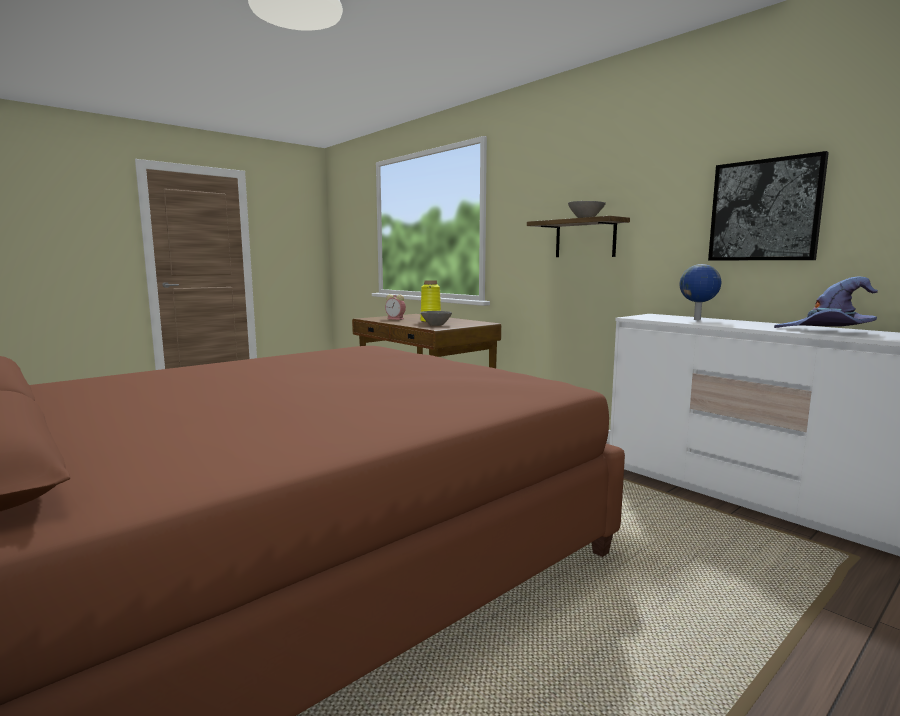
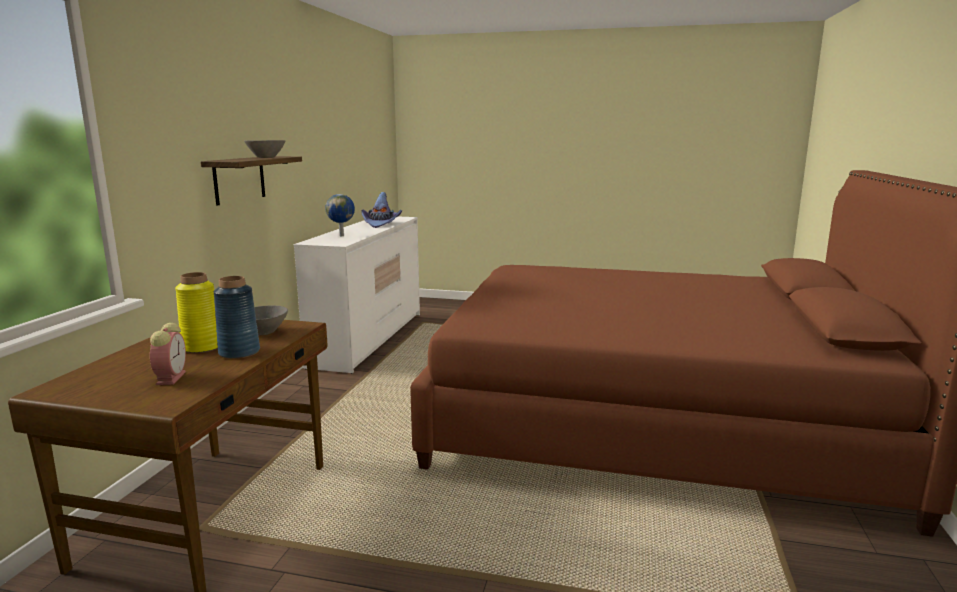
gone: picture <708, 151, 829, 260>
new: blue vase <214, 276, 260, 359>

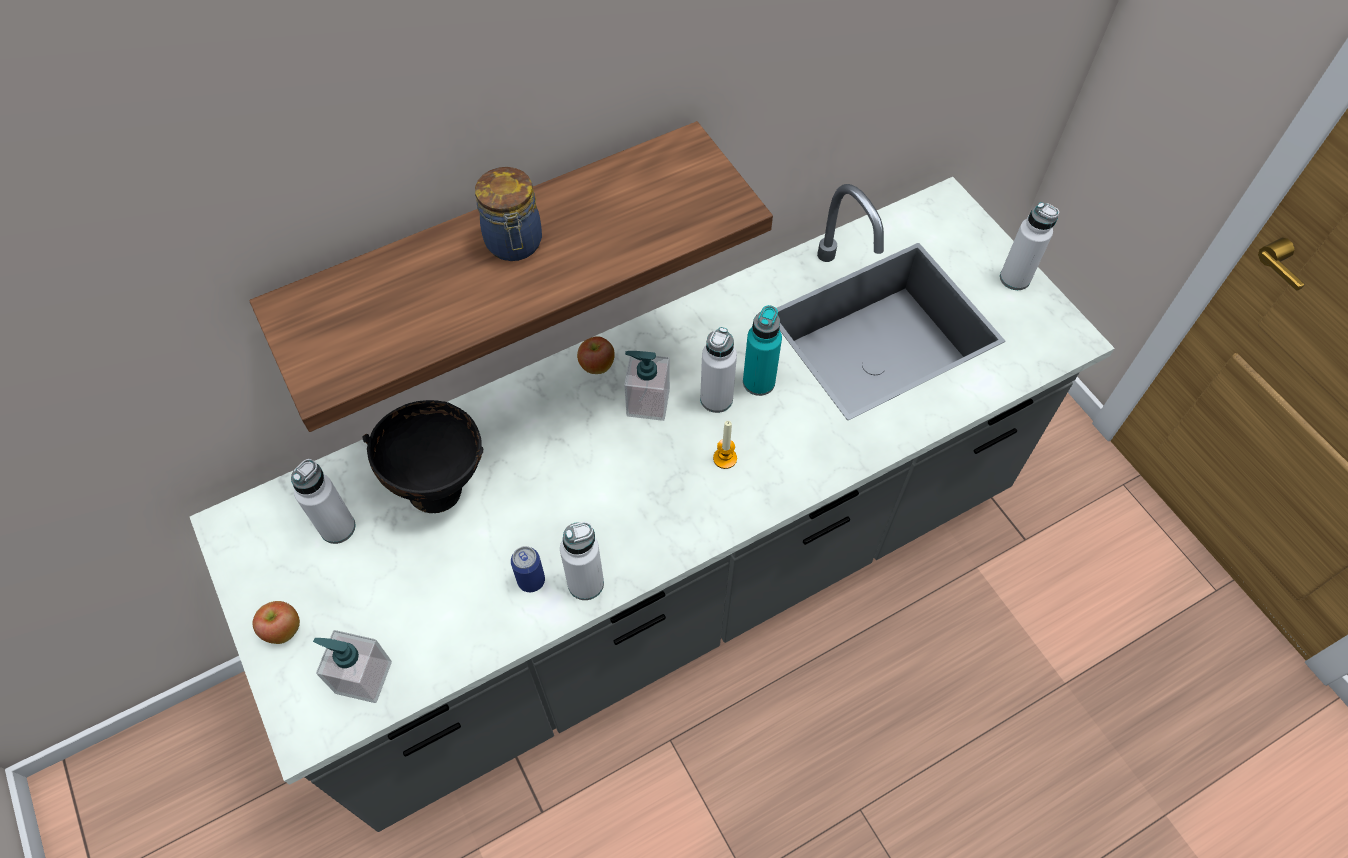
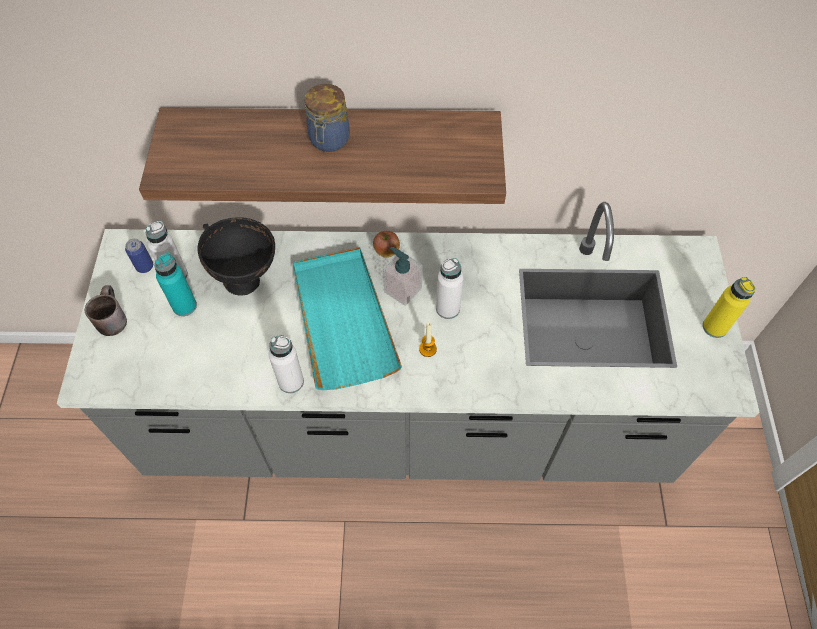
gone: soap dispenser <313, 630, 392, 703>
new: turquoise tray <293, 247, 402, 390>
shifted: can <511, 546, 545, 592> to <125, 239, 153, 273>; turquoise bottle <743, 305, 782, 396> to <154, 253, 197, 316>
swapped: apple <253, 601, 300, 644> to brown mug <85, 285, 127, 336>
repainted: white bottle <1000, 202, 1059, 290> to yellow bottle <703, 277, 756, 338>

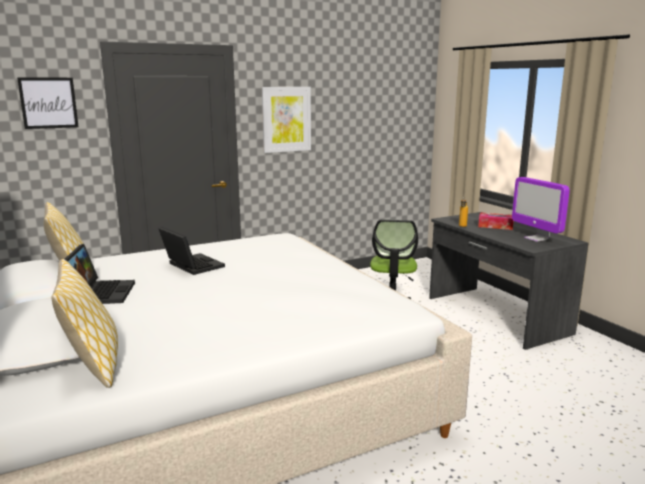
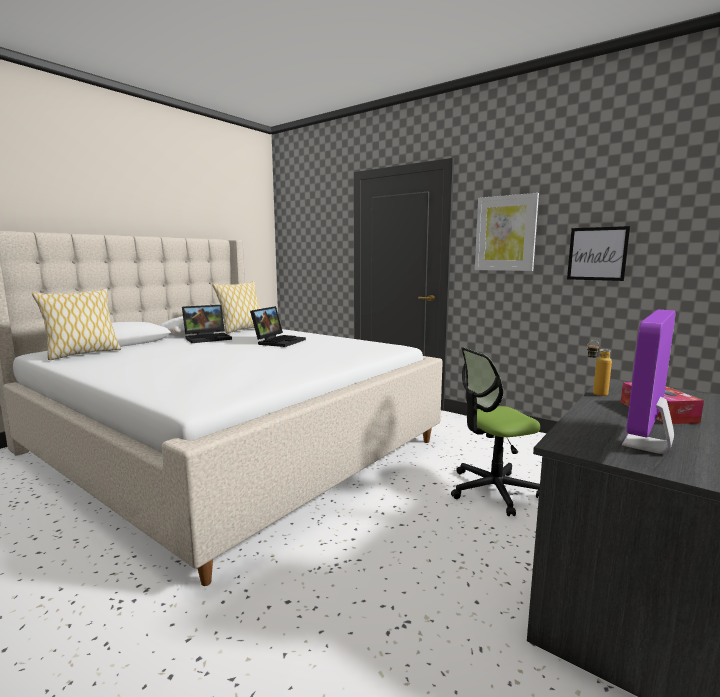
shifted: picture <17, 77, 79, 129> to <567, 226, 630, 281>

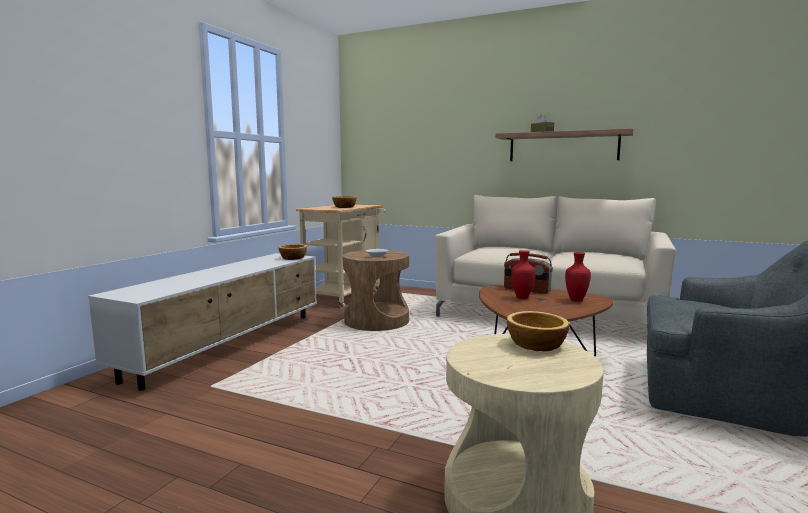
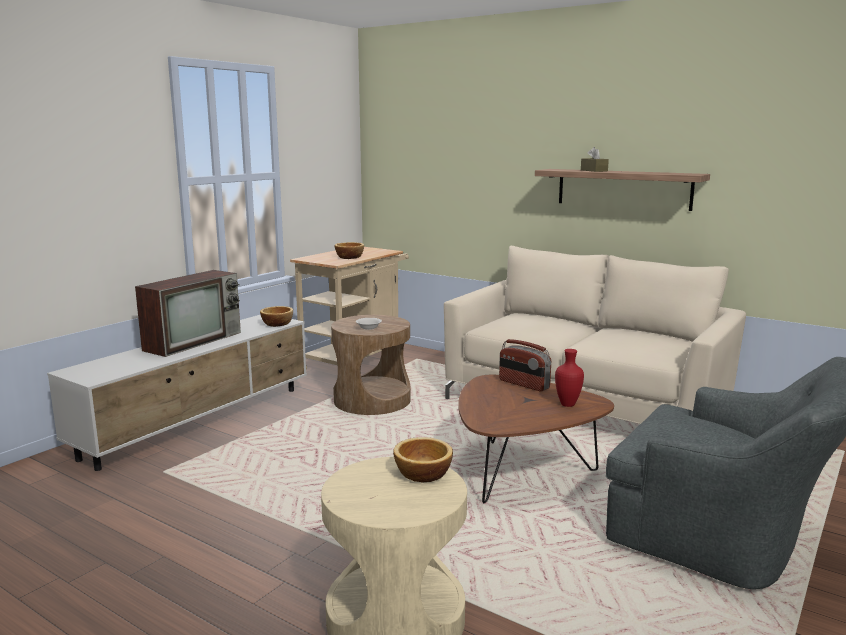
gone: red vase <511, 250, 536, 299>
new: television <135, 270, 241, 357>

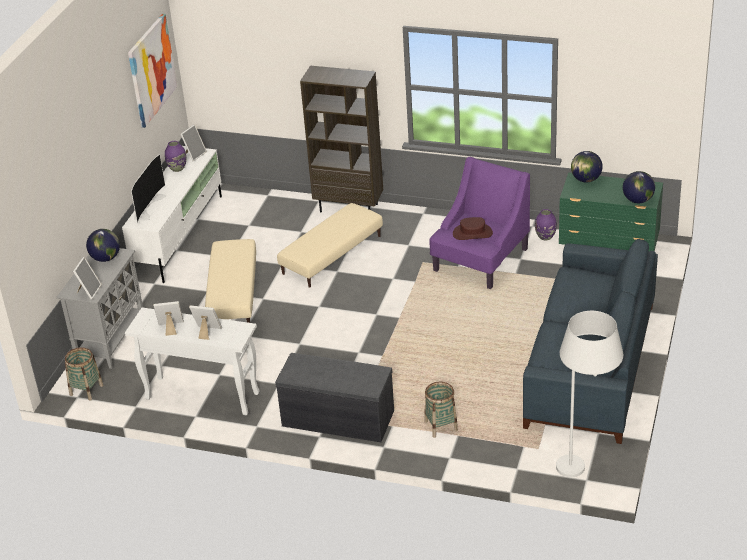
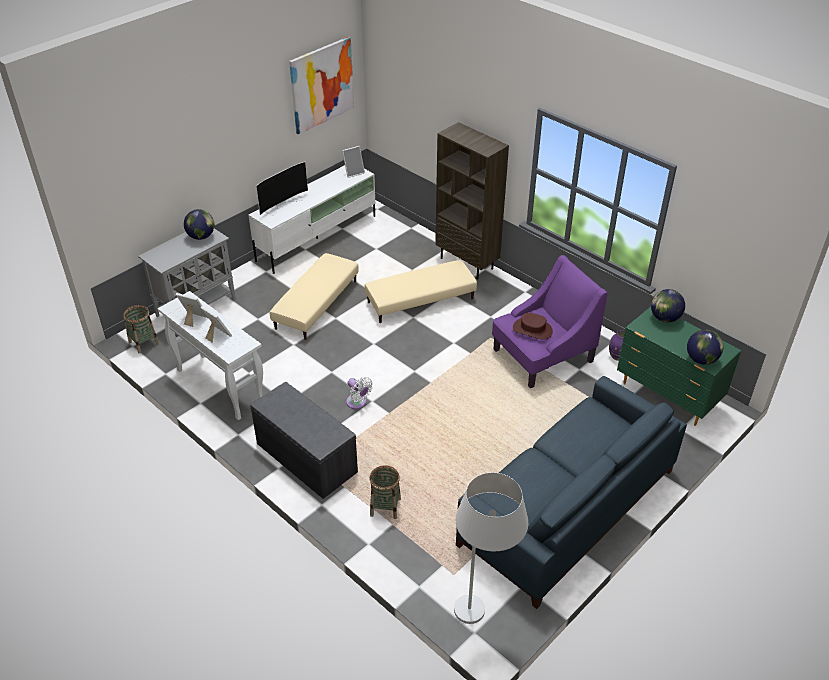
gone: picture frame <73, 257, 102, 299>; purple vase <165, 141, 186, 172>
new: white fan <346, 377, 373, 409>

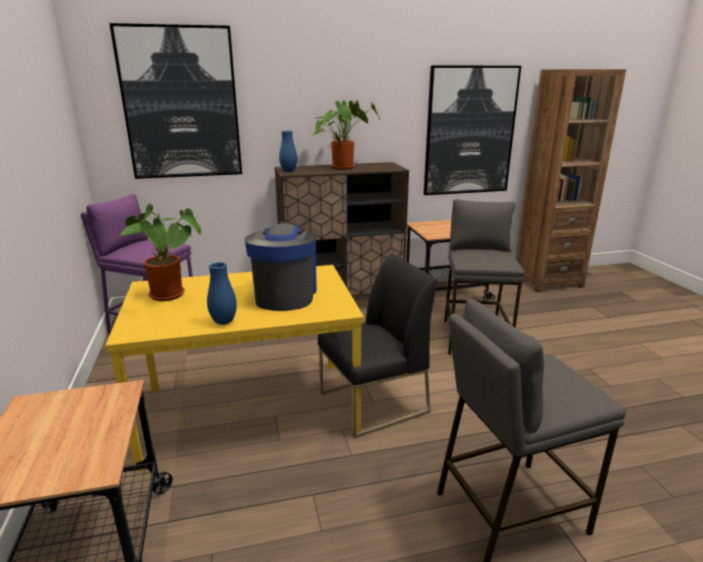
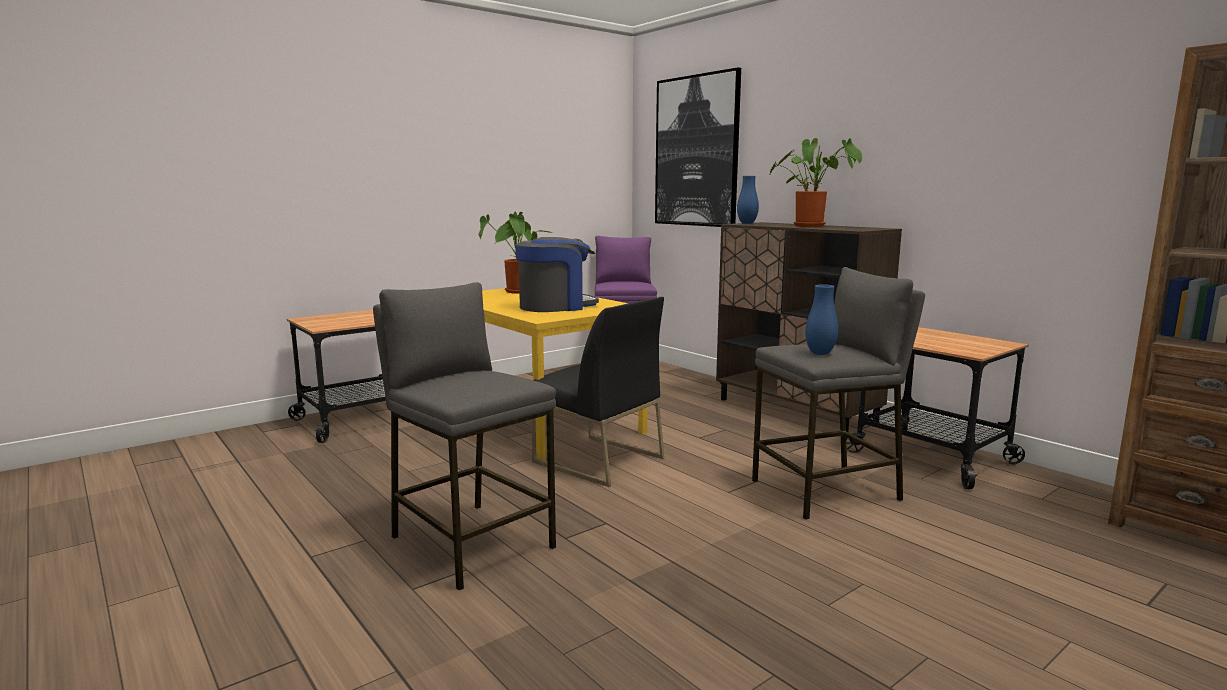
gone: picture <424, 65, 521, 195>
shifted: blue vase <207, 262, 237, 325> to <805, 284, 838, 355>

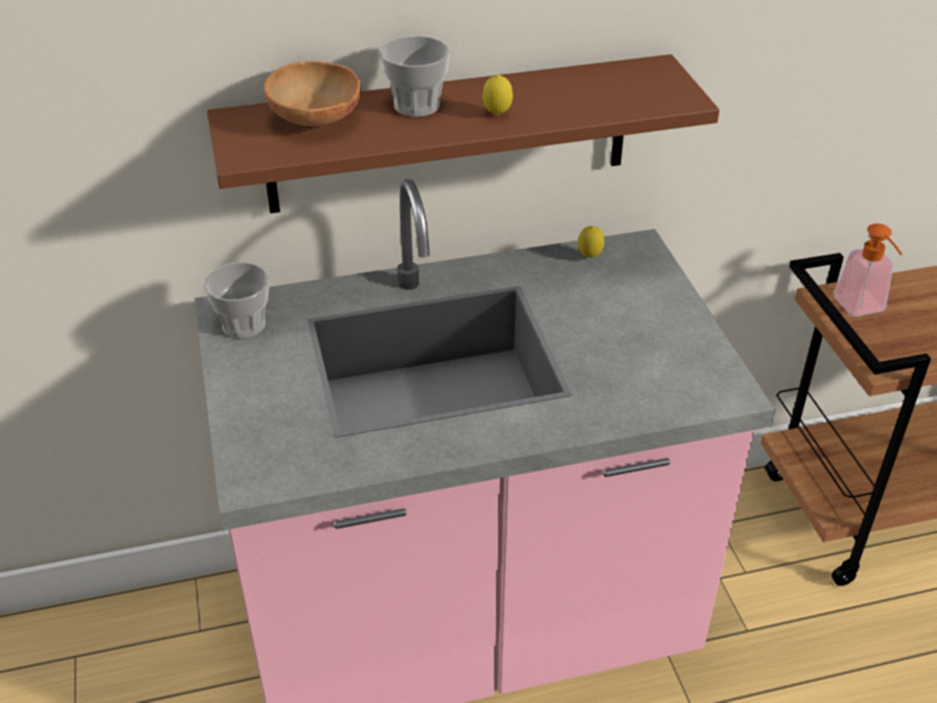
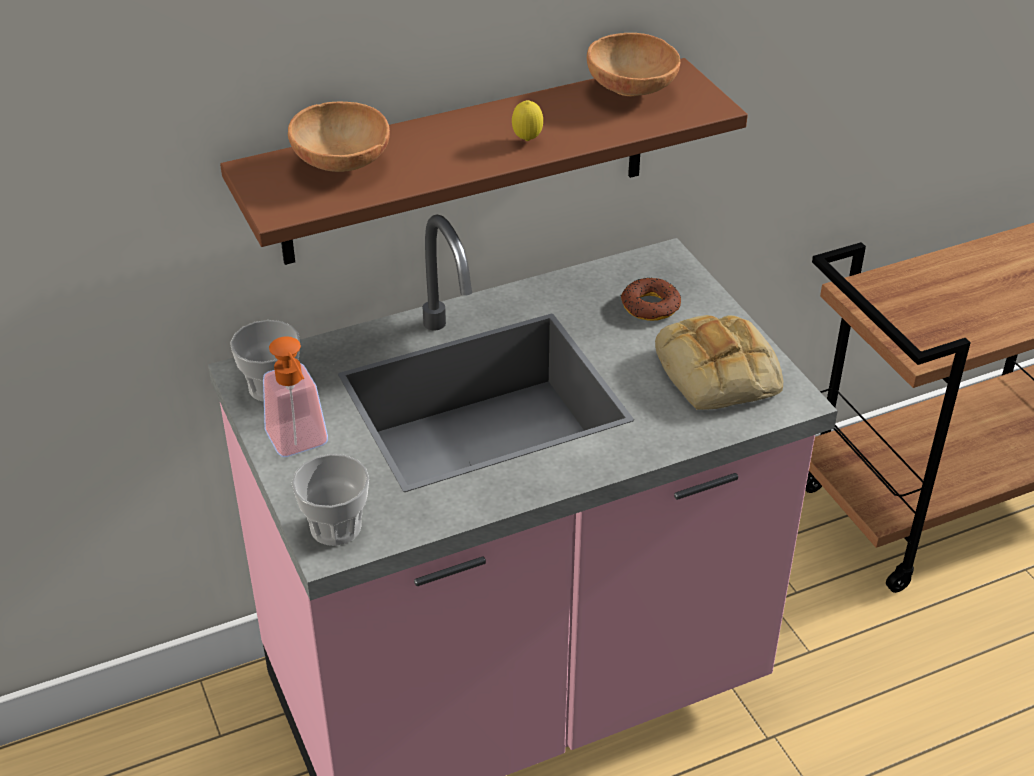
gone: lemon <578, 226, 604, 258>
new: brown bowl <587, 33, 680, 96>; donut <621, 278, 681, 321>; bread <655, 315, 783, 410>
shifted: cup <381, 36, 450, 117> to <292, 454, 369, 546>; soap dispenser <834, 223, 902, 317> to <263, 336, 328, 457>

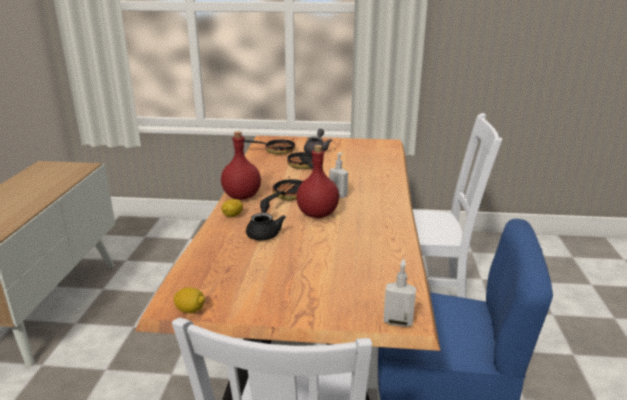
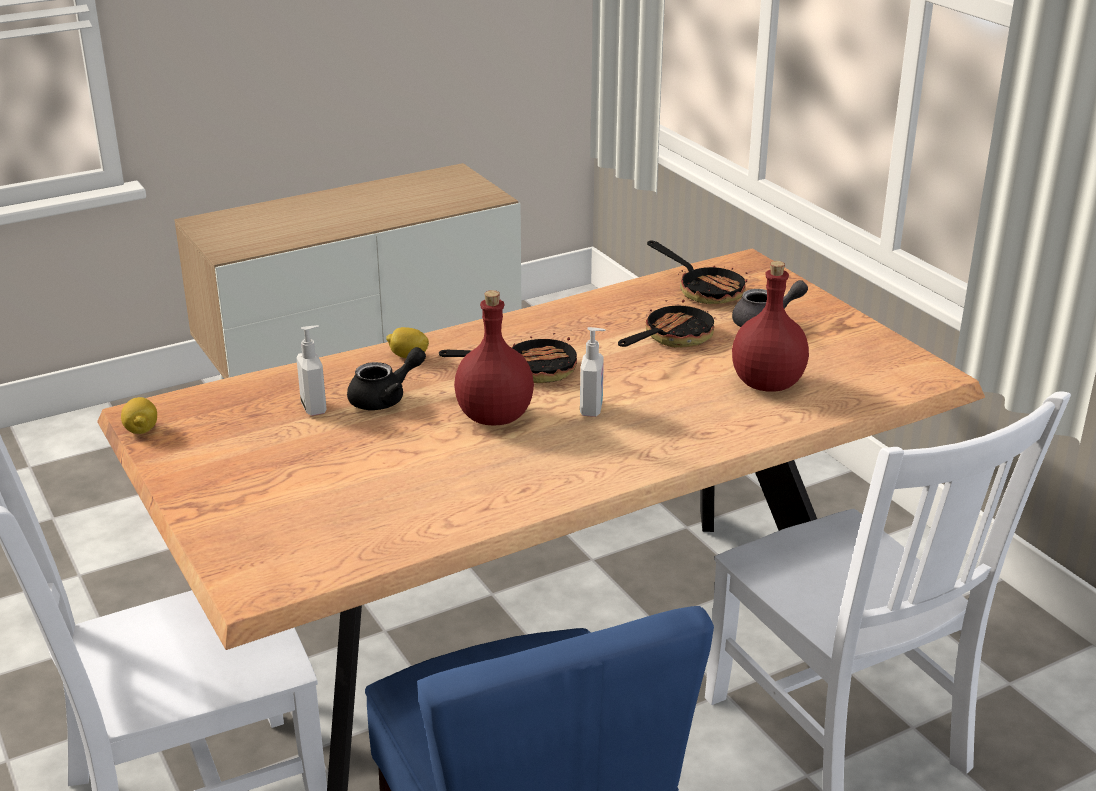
shifted: red bottle <221, 131, 261, 200> to <732, 261, 809, 392>; soap dispenser <383, 259, 416, 327> to <296, 325, 326, 416>

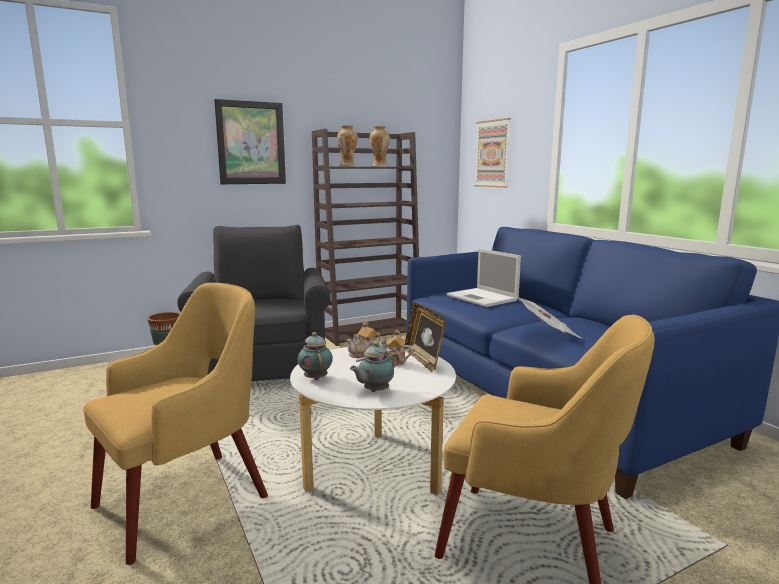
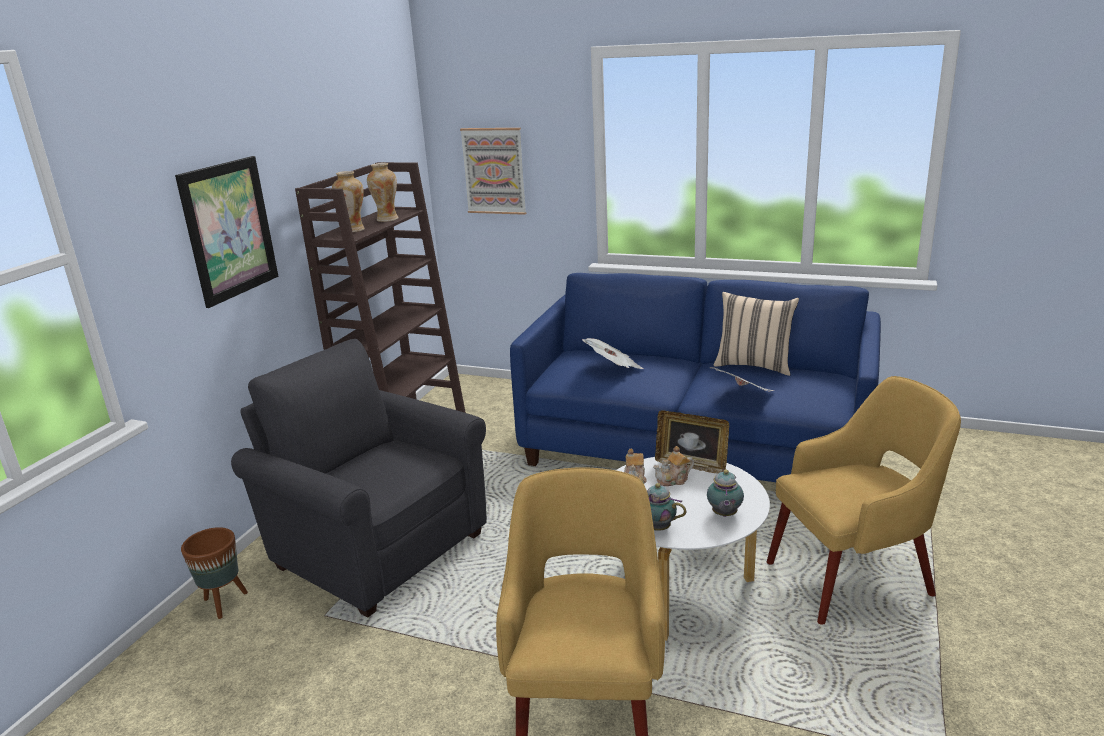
new: beige pillow <714, 292, 799, 376>
swapped: laptop <447, 248, 521, 307> to newspaper <582, 338, 644, 369>

